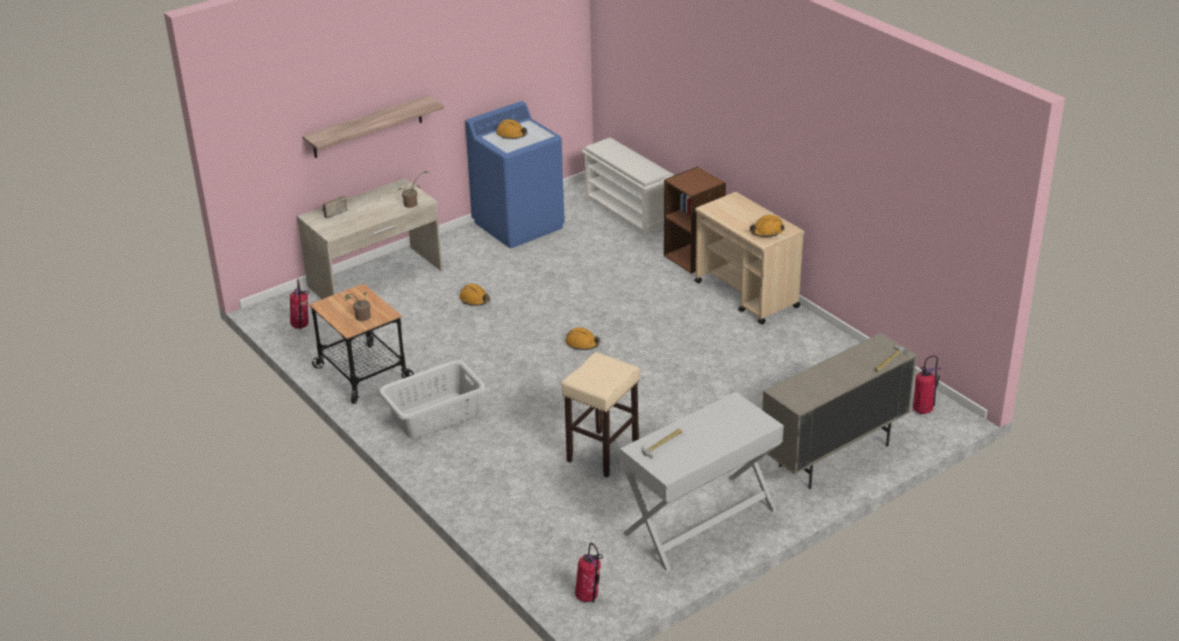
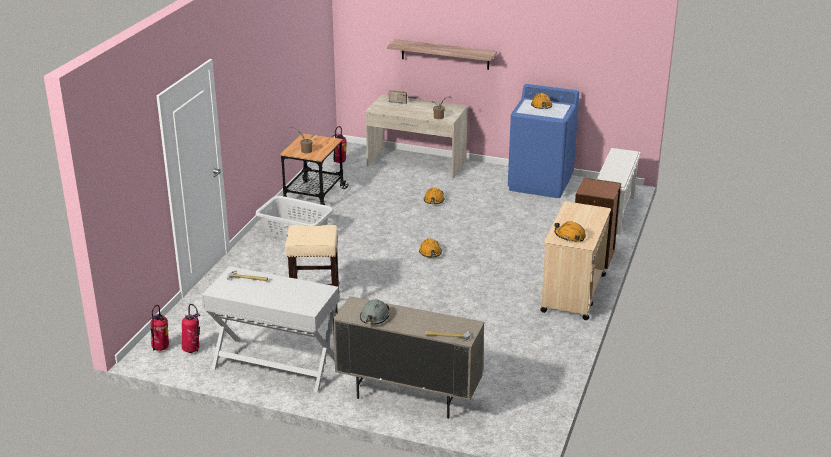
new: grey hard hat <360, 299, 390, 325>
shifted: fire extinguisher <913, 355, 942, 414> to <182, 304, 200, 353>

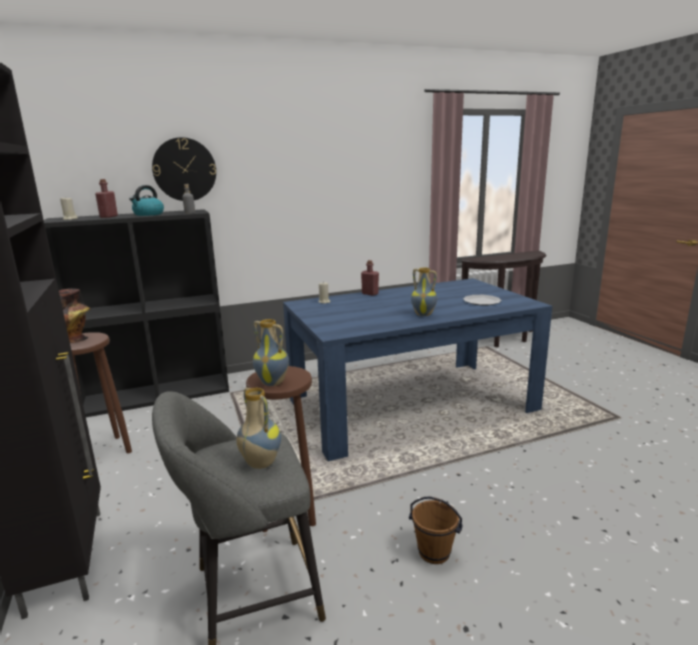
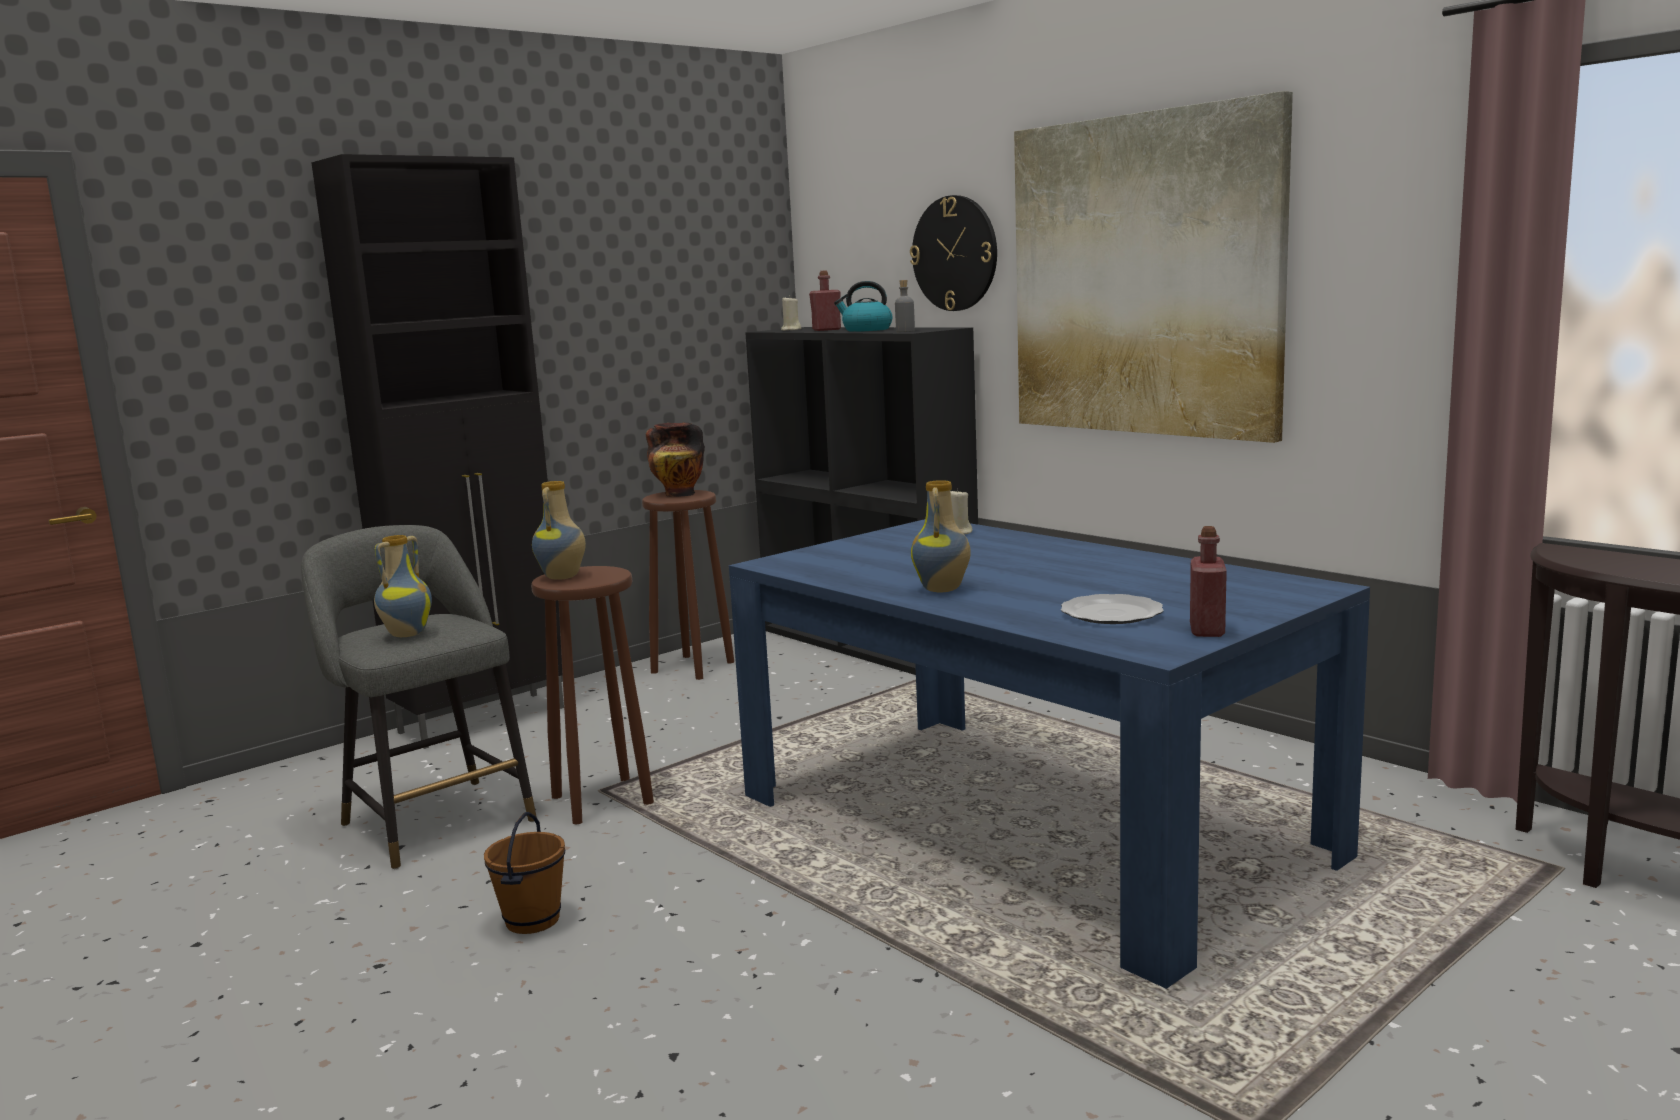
new: picture <1014, 91, 1293, 443>
shifted: red bottle <361, 260, 379, 296> to <1190, 526, 1227, 637>

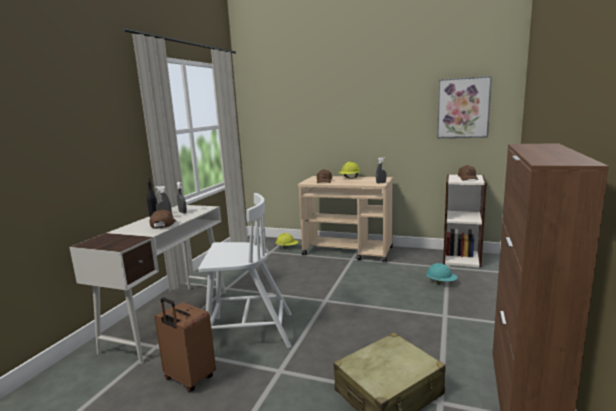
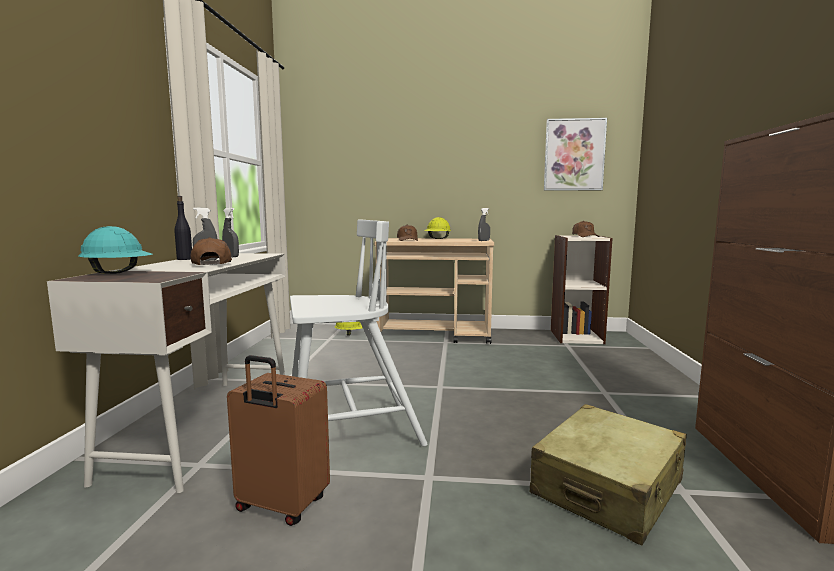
shifted: turquoise hard hat <426, 263, 458, 285> to <79, 226, 153, 274>

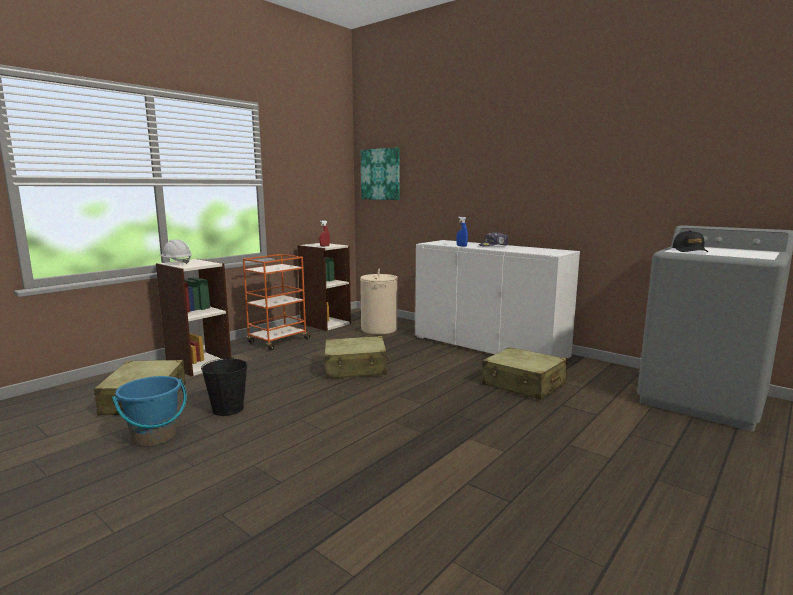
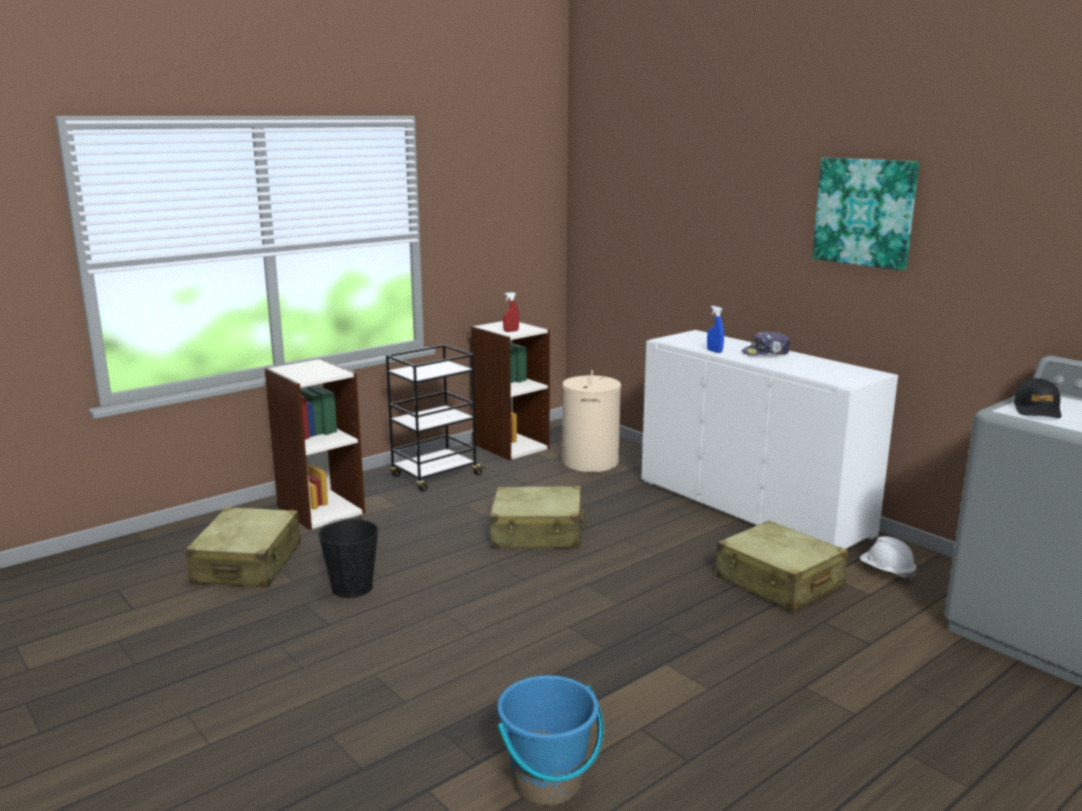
shifted: blue bucket <112, 376, 187, 447> to <497, 675, 604, 805>; white hard hat <160, 239, 192, 264> to <860, 536, 916, 580>; picture <361, 148, 400, 200> to <812, 158, 919, 271>
repainted: orange cart <243, 254, 312, 350> to black cart <386, 345, 485, 492>

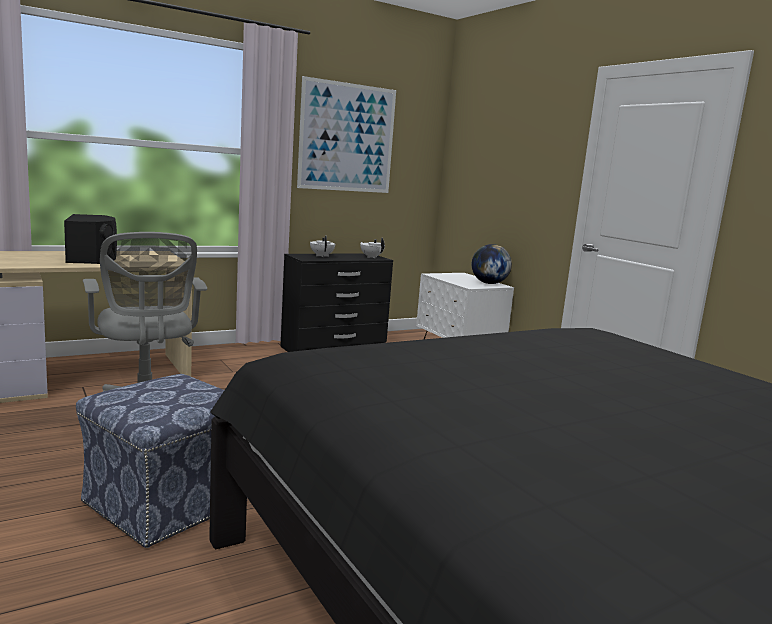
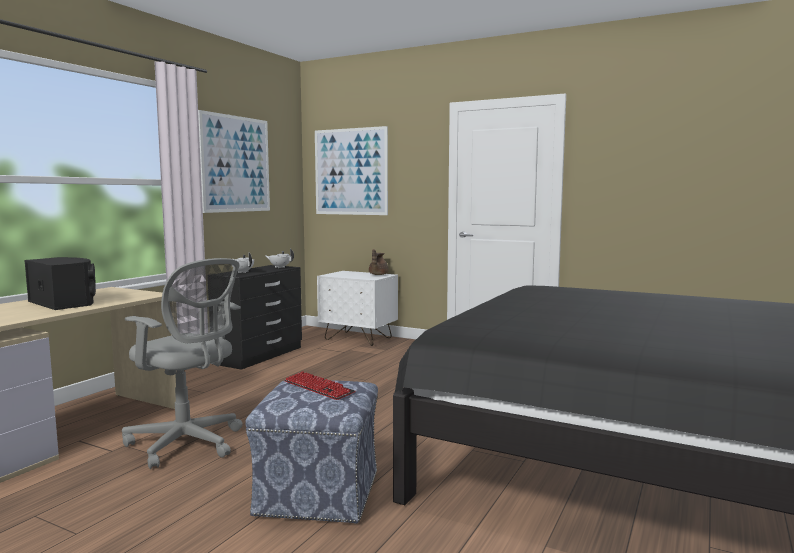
new: keyboard <284, 371, 356, 400>; picture <315, 126, 388, 215>
swapped: globe <472, 244, 512, 284> to brown teapot <369, 249, 389, 275>

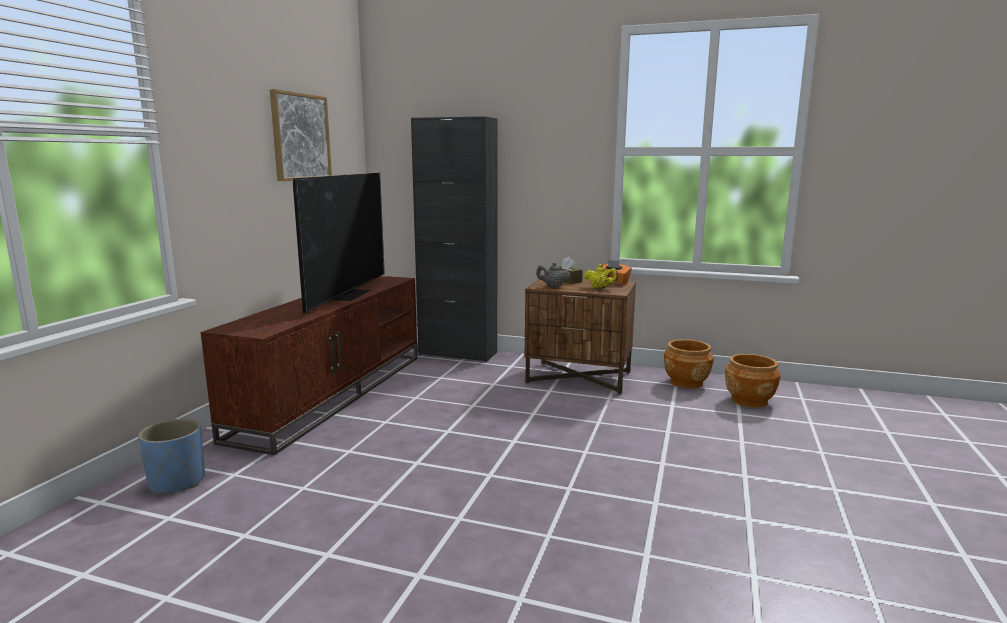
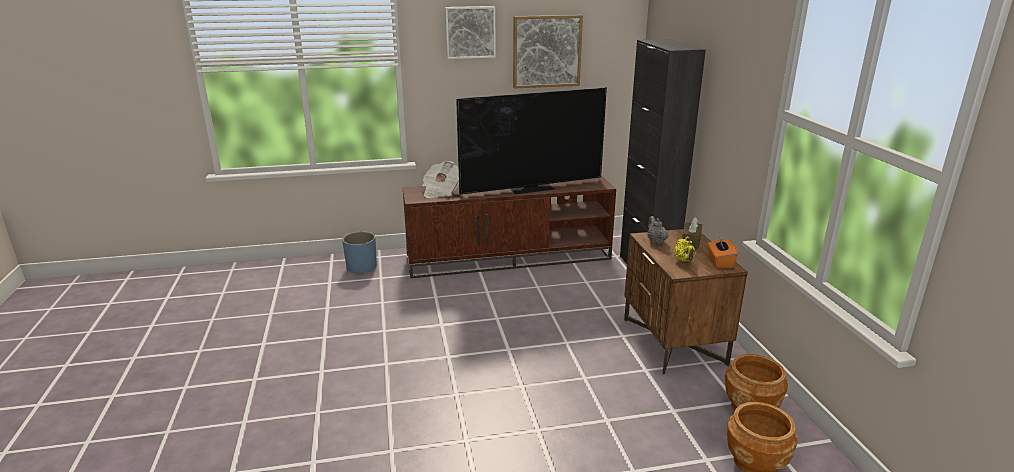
new: newspaper <422, 161, 459, 198>; picture <445, 6, 496, 59>

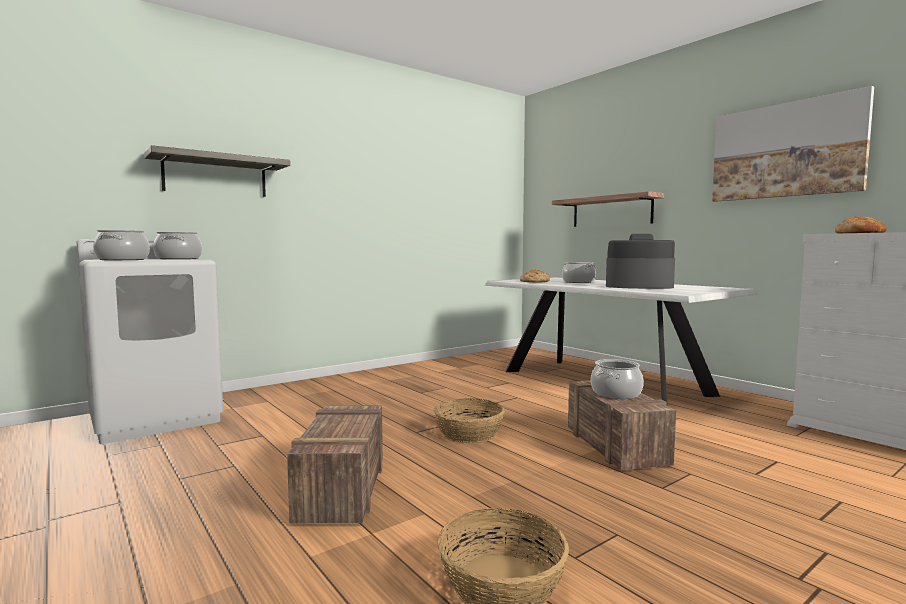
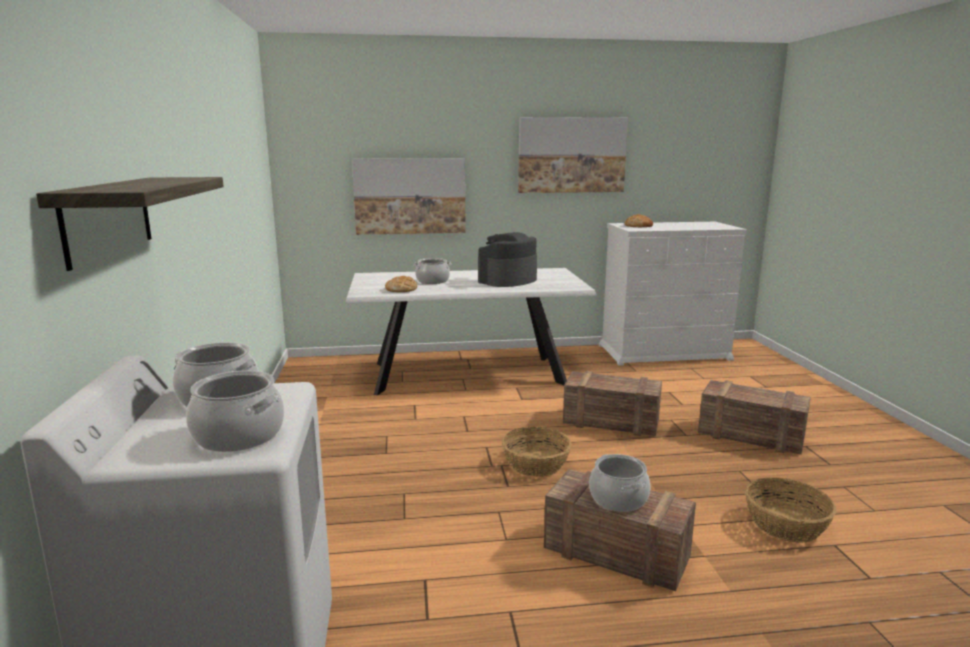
new: crate <698, 380, 811, 455>
shifted: cooking pot <591, 359, 644, 399> to <589, 454, 651, 512>
swapped: shelf <552, 191, 664, 227> to picture <352, 158, 466, 235>

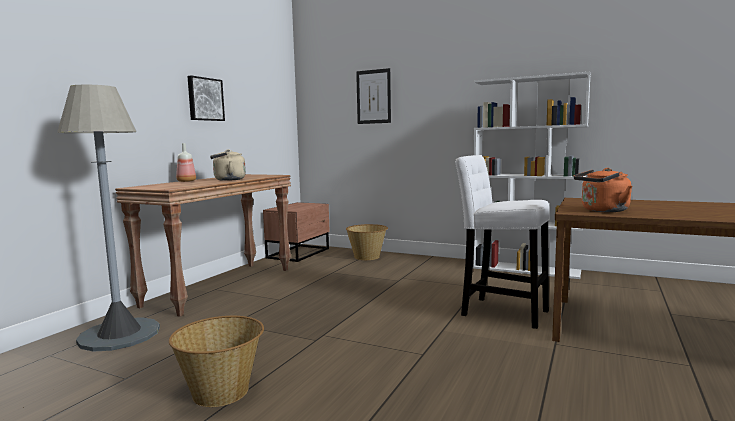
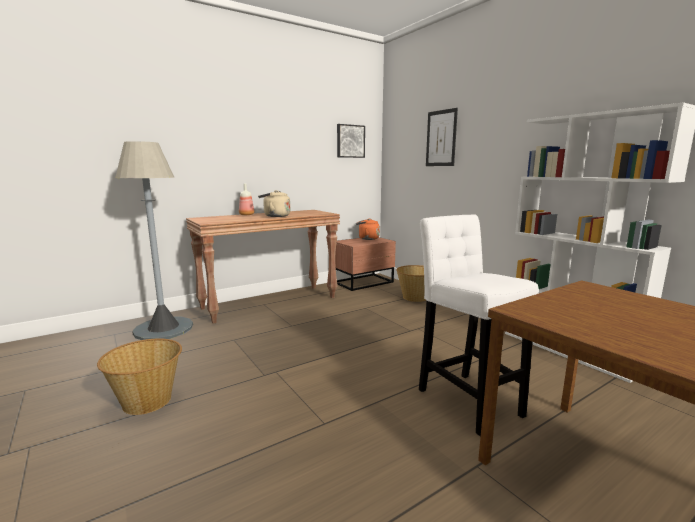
shifted: picture <187, 76, 225, 121> to <337, 124, 365, 158>; orange kettle <574, 168, 632, 212> to <356, 219, 380, 240>

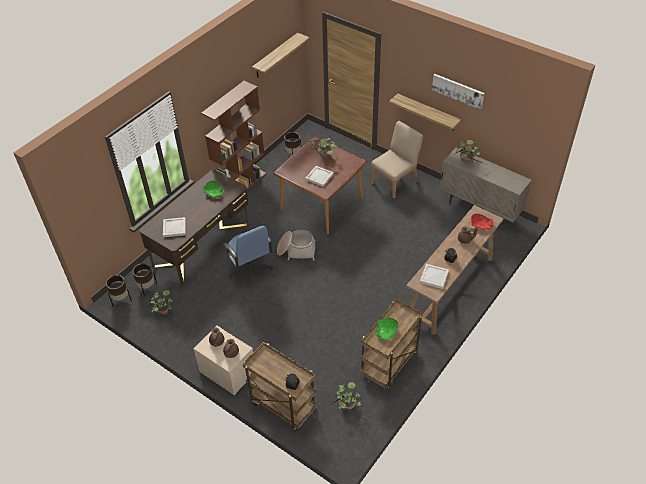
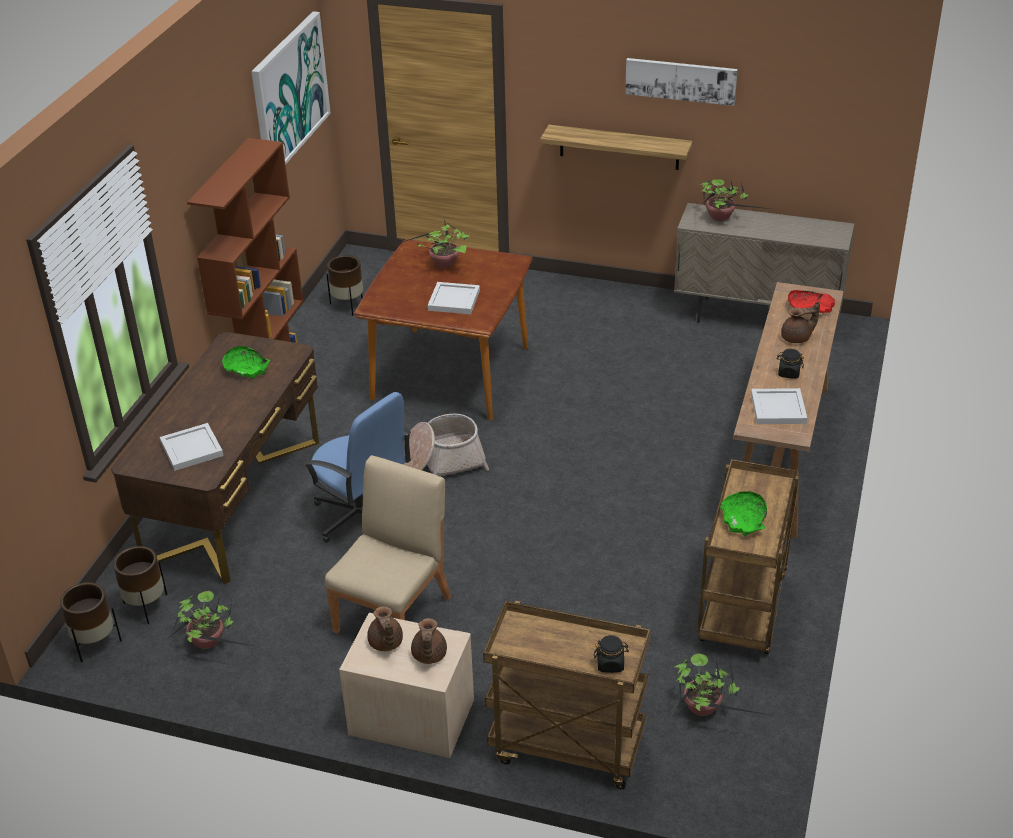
shifted: beige chair <371, 121, 423, 198> to <325, 455, 451, 634>
swapped: shelf <252, 33, 310, 78> to picture <251, 11, 331, 165>

